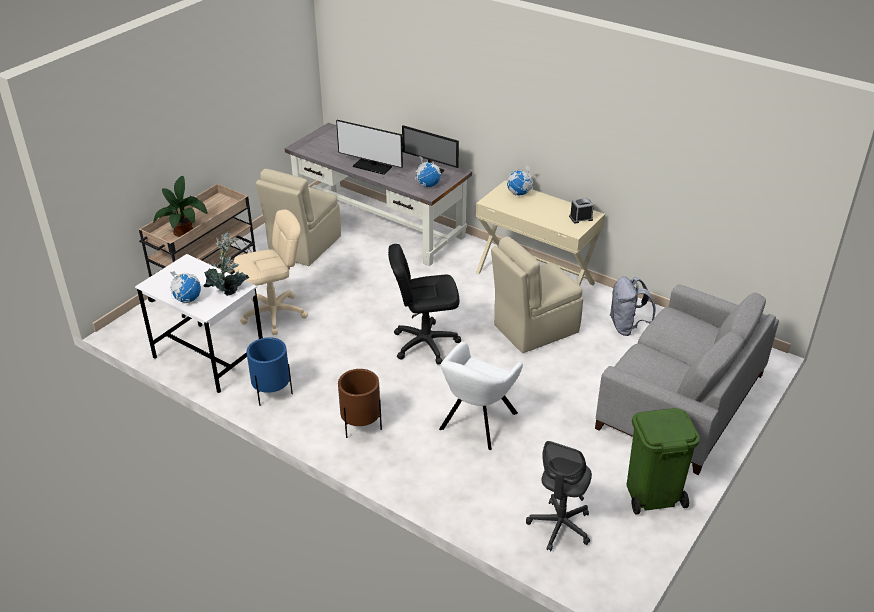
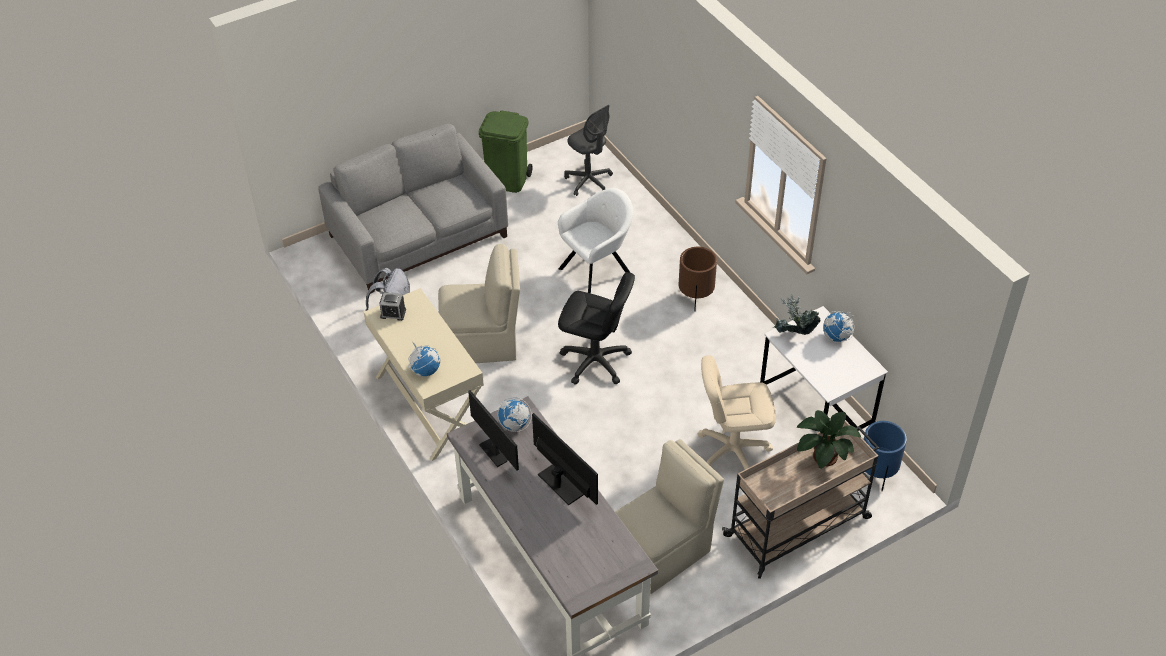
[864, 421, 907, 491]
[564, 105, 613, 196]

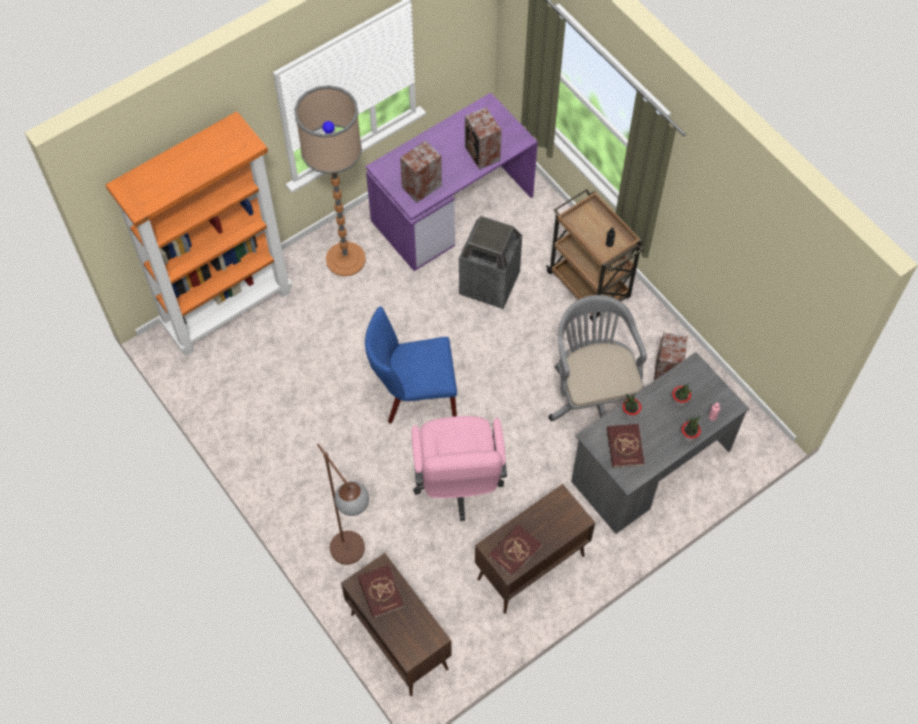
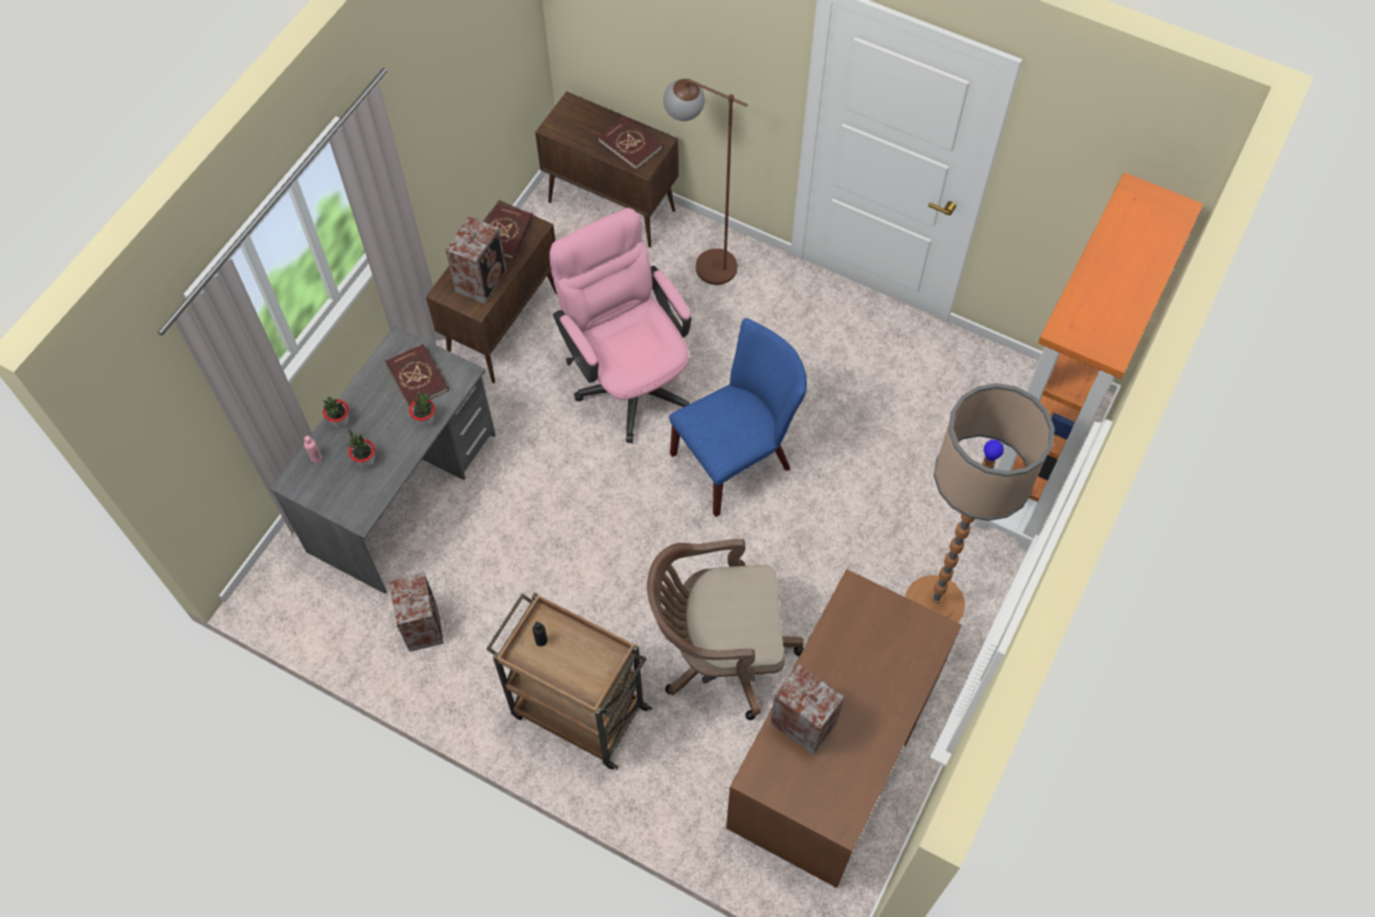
[549, 295, 647, 421] (first image)
[445, 216, 507, 304]
[647, 539, 803, 720]
[726, 569, 962, 888]

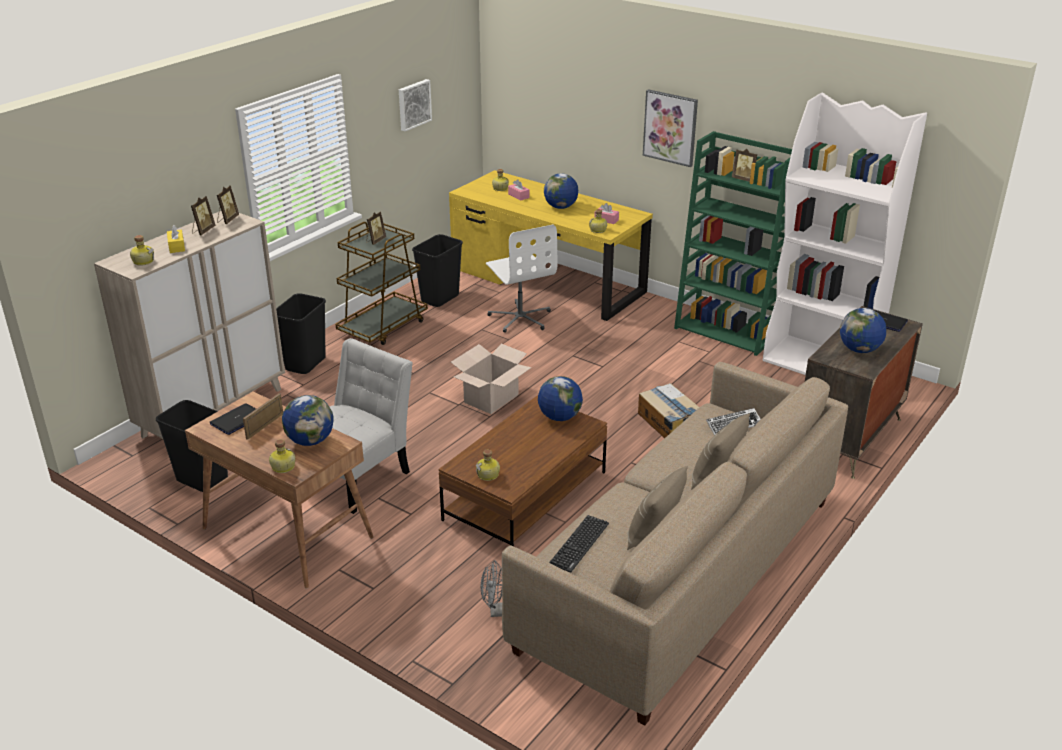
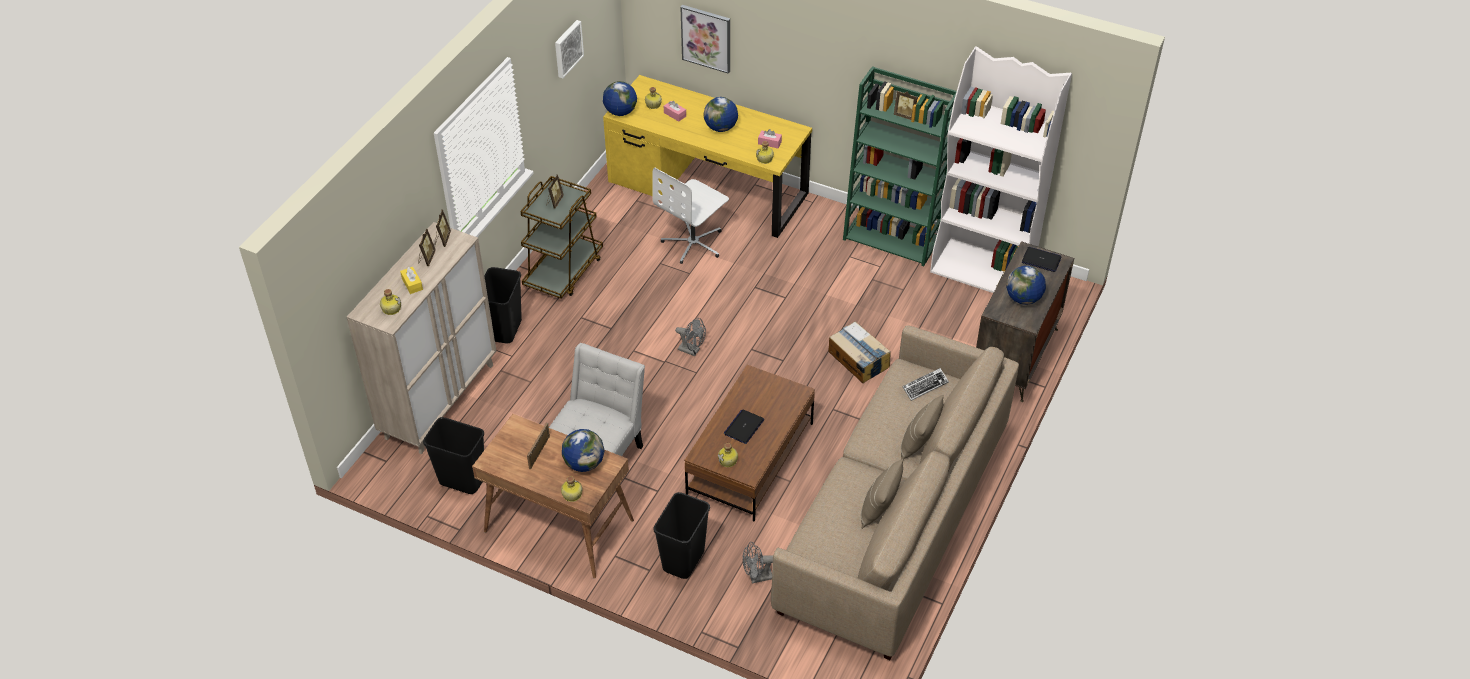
[549, 515, 609, 572] (first image)
[724, 410, 764, 444]
[653, 492, 710, 579]
[603, 81, 637, 116]
[680, 5, 730, 74]
[675, 318, 706, 356]
[652, 168, 729, 264]

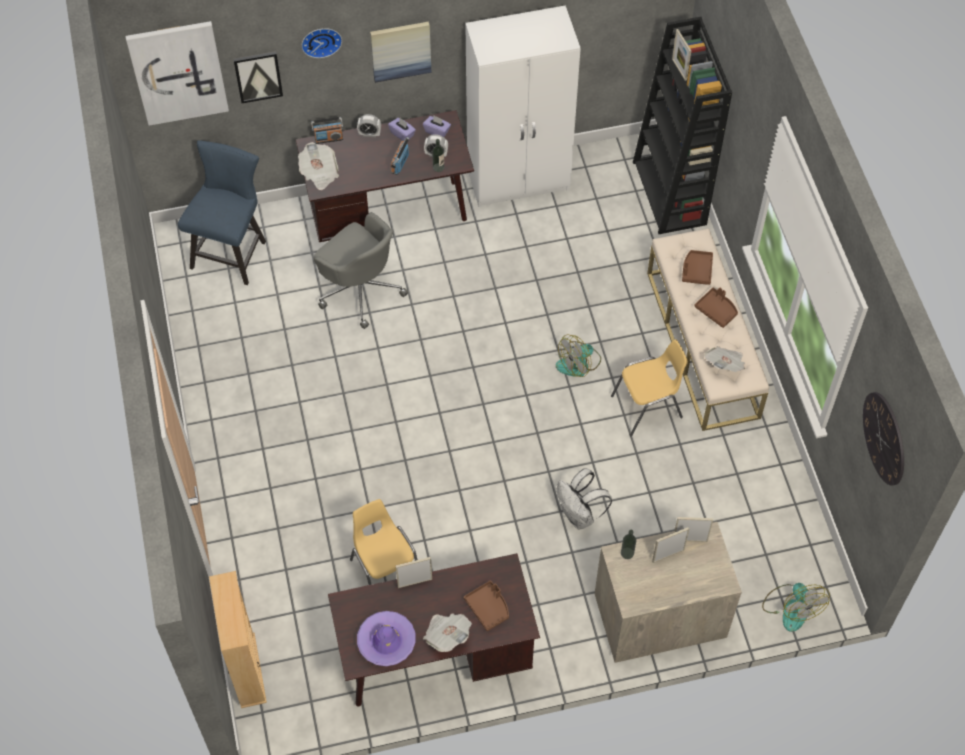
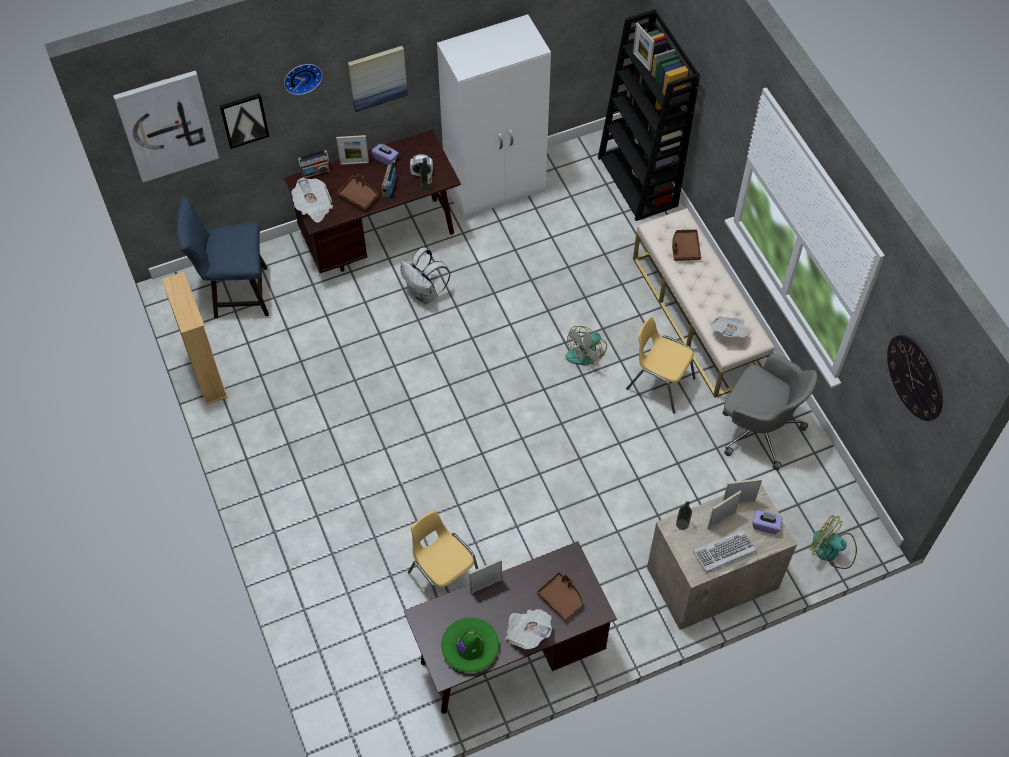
[693, 529, 757, 572]
[161, 272, 228, 405]
[723, 353, 817, 470]
[752, 510, 782, 534]
[400, 248, 450, 305]
[337, 174, 378, 210]
[336, 135, 369, 165]
[441, 617, 499, 672]
[177, 197, 269, 318]
[626, 316, 695, 414]
[810, 515, 857, 569]

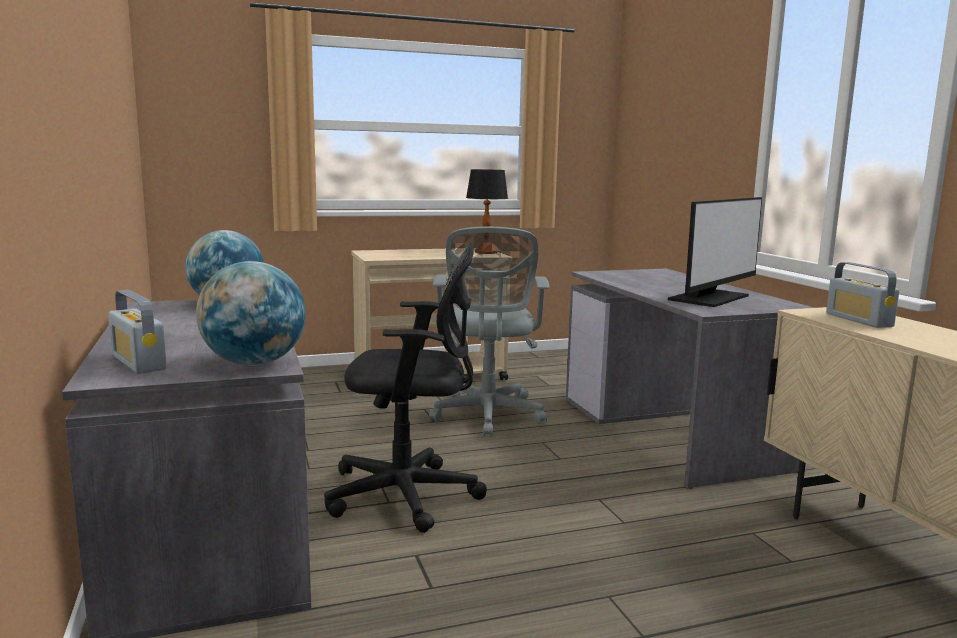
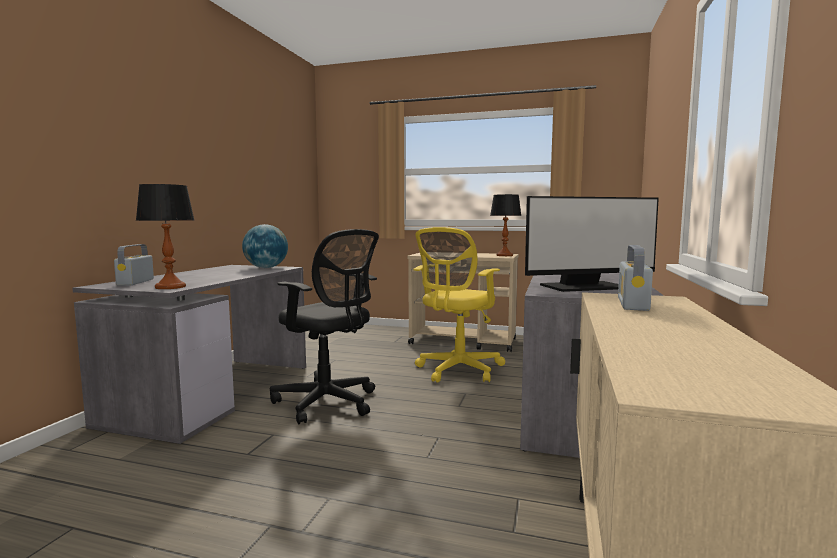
[136, 184, 194, 289]
[413, 227, 505, 383]

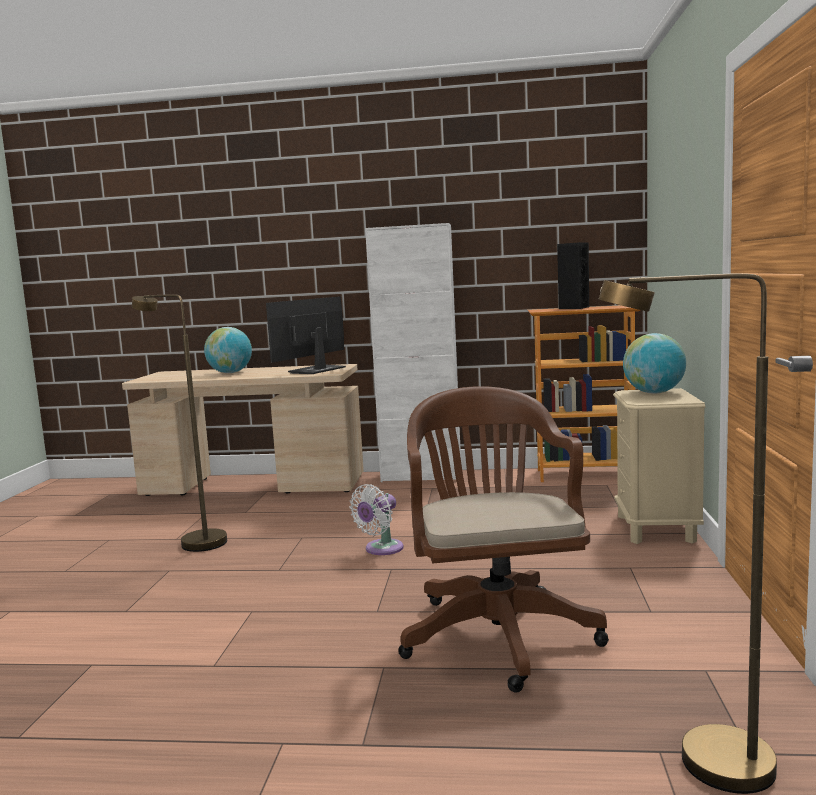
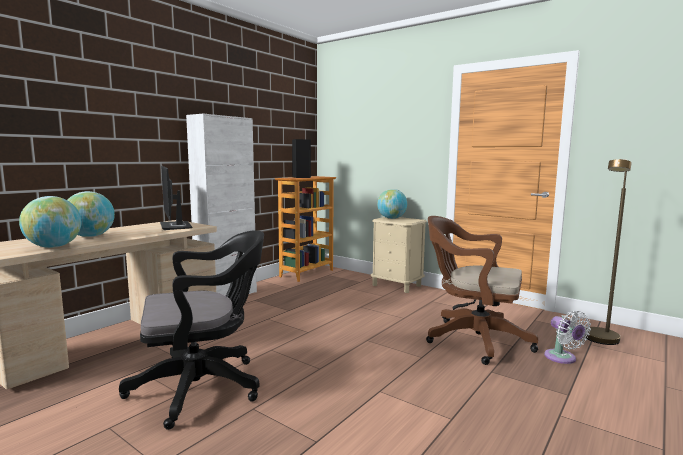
[19, 196, 81, 248]
[544, 311, 591, 364]
[119, 230, 264, 430]

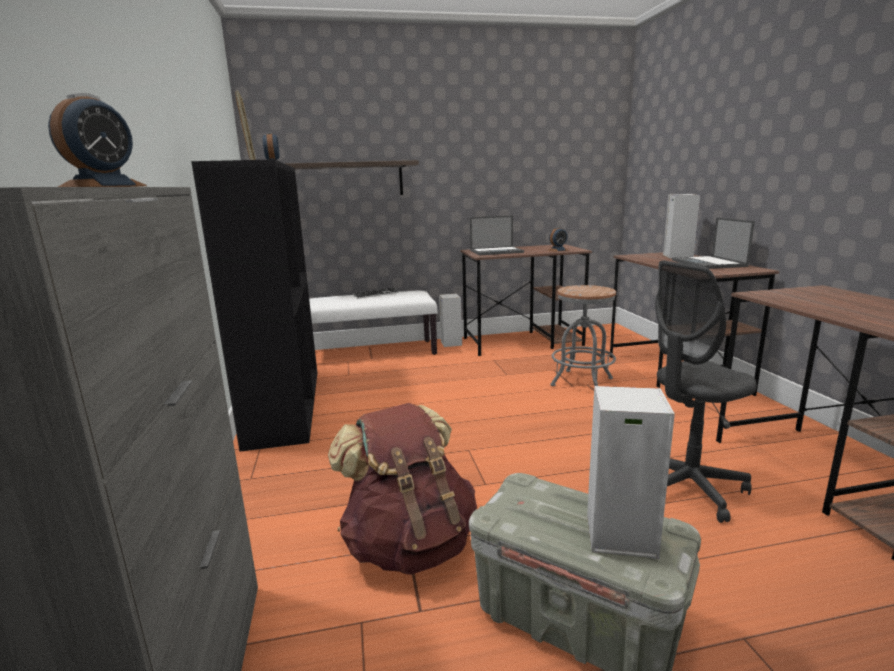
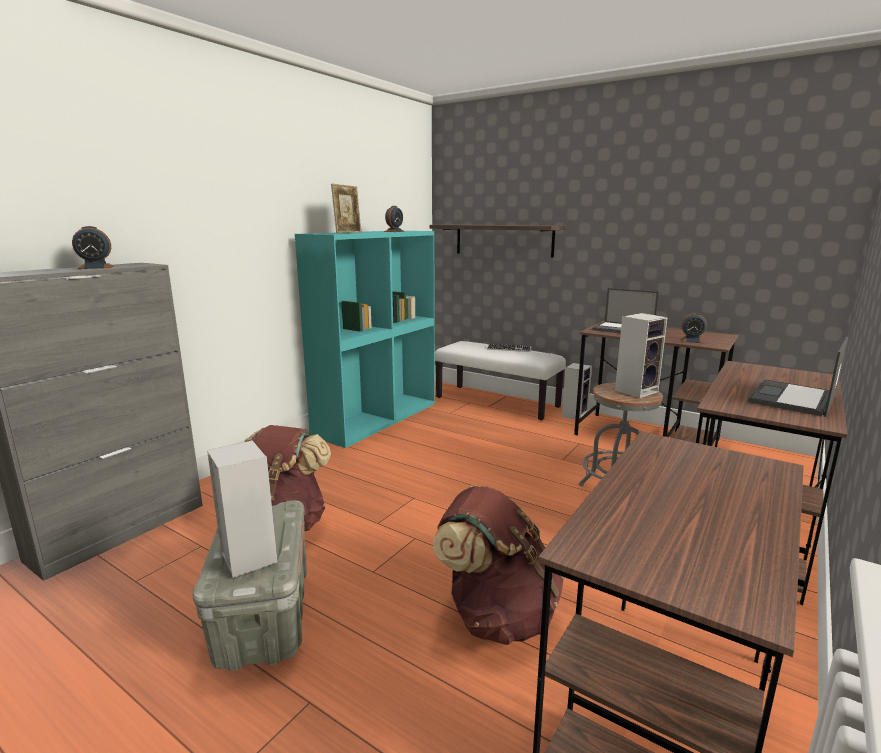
[615, 313, 667, 398]
[433, 485, 564, 645]
[295, 231, 435, 448]

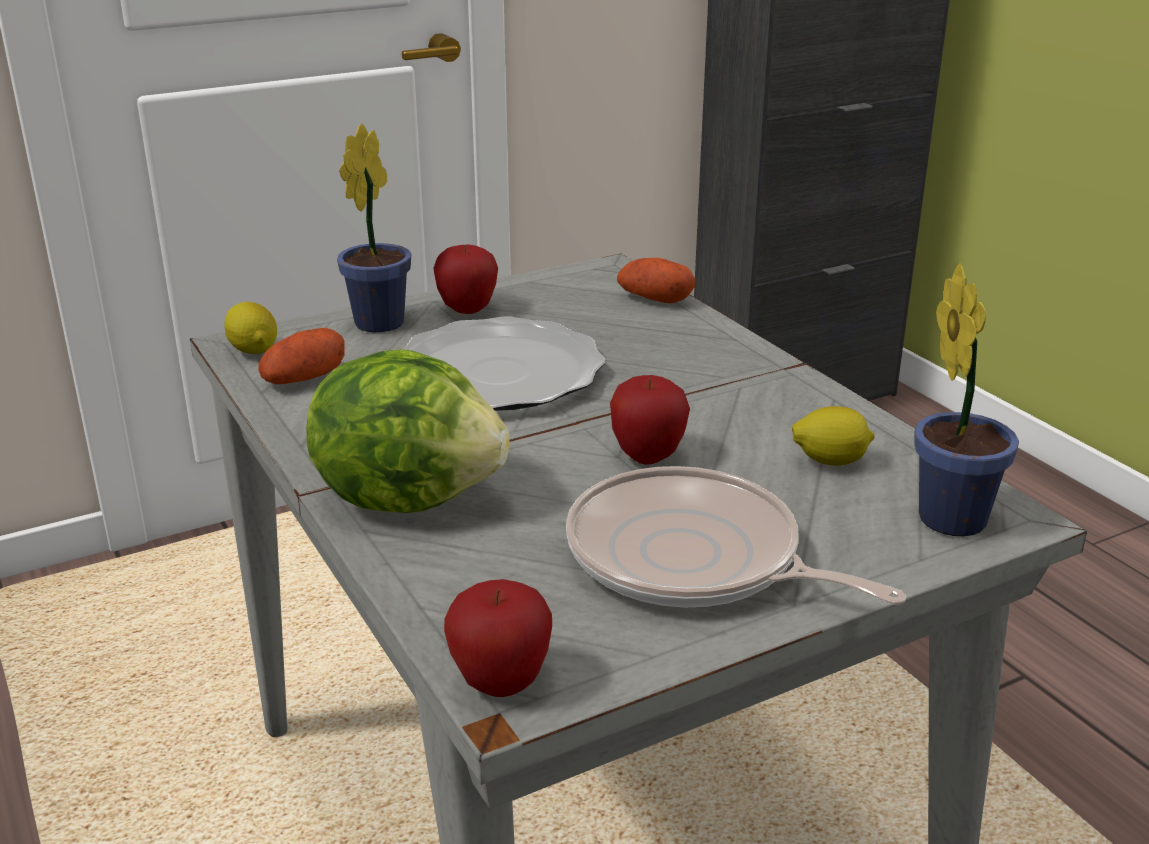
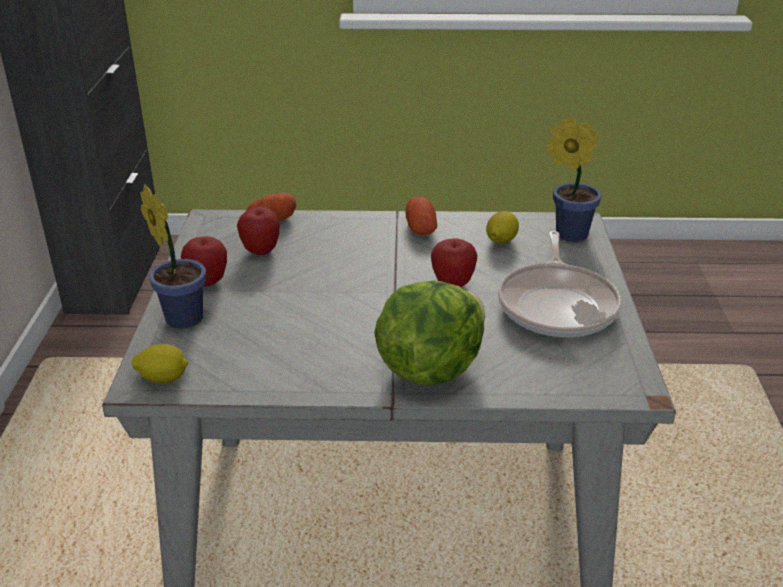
[403, 317, 605, 411] (first image)
[406, 197, 437, 235]
[237, 207, 280, 255]
[498, 231, 621, 337]

